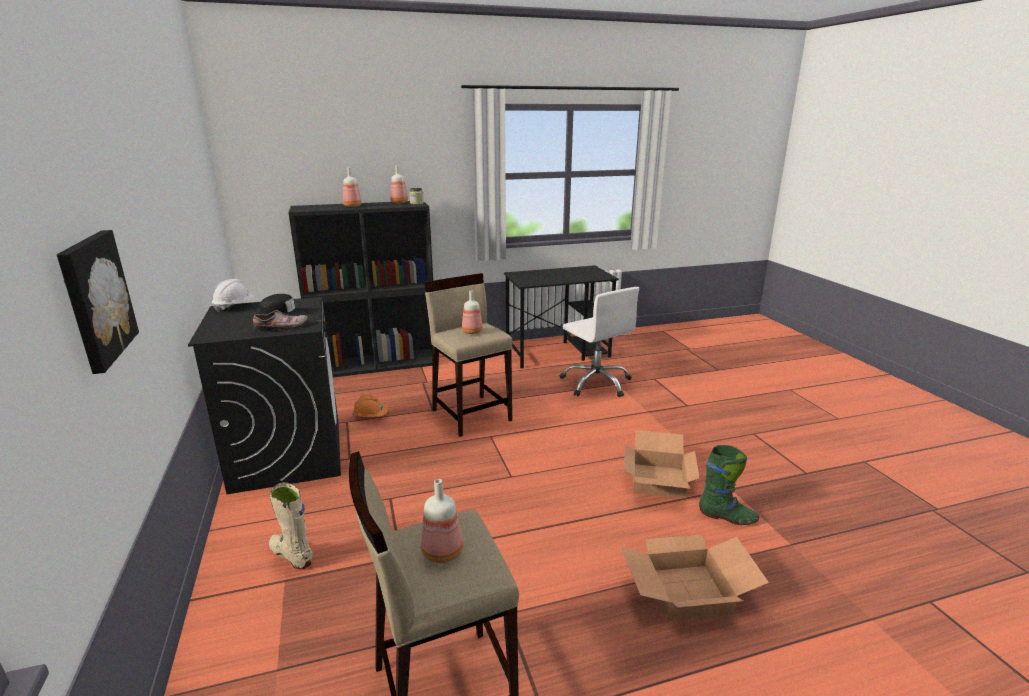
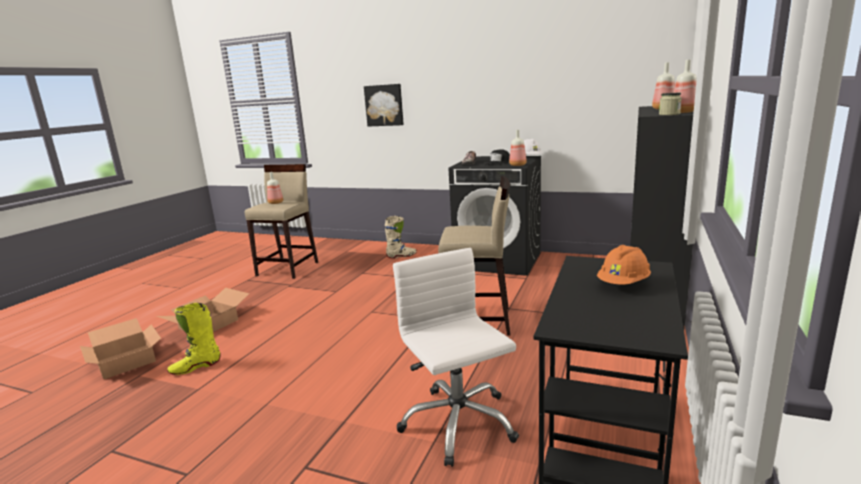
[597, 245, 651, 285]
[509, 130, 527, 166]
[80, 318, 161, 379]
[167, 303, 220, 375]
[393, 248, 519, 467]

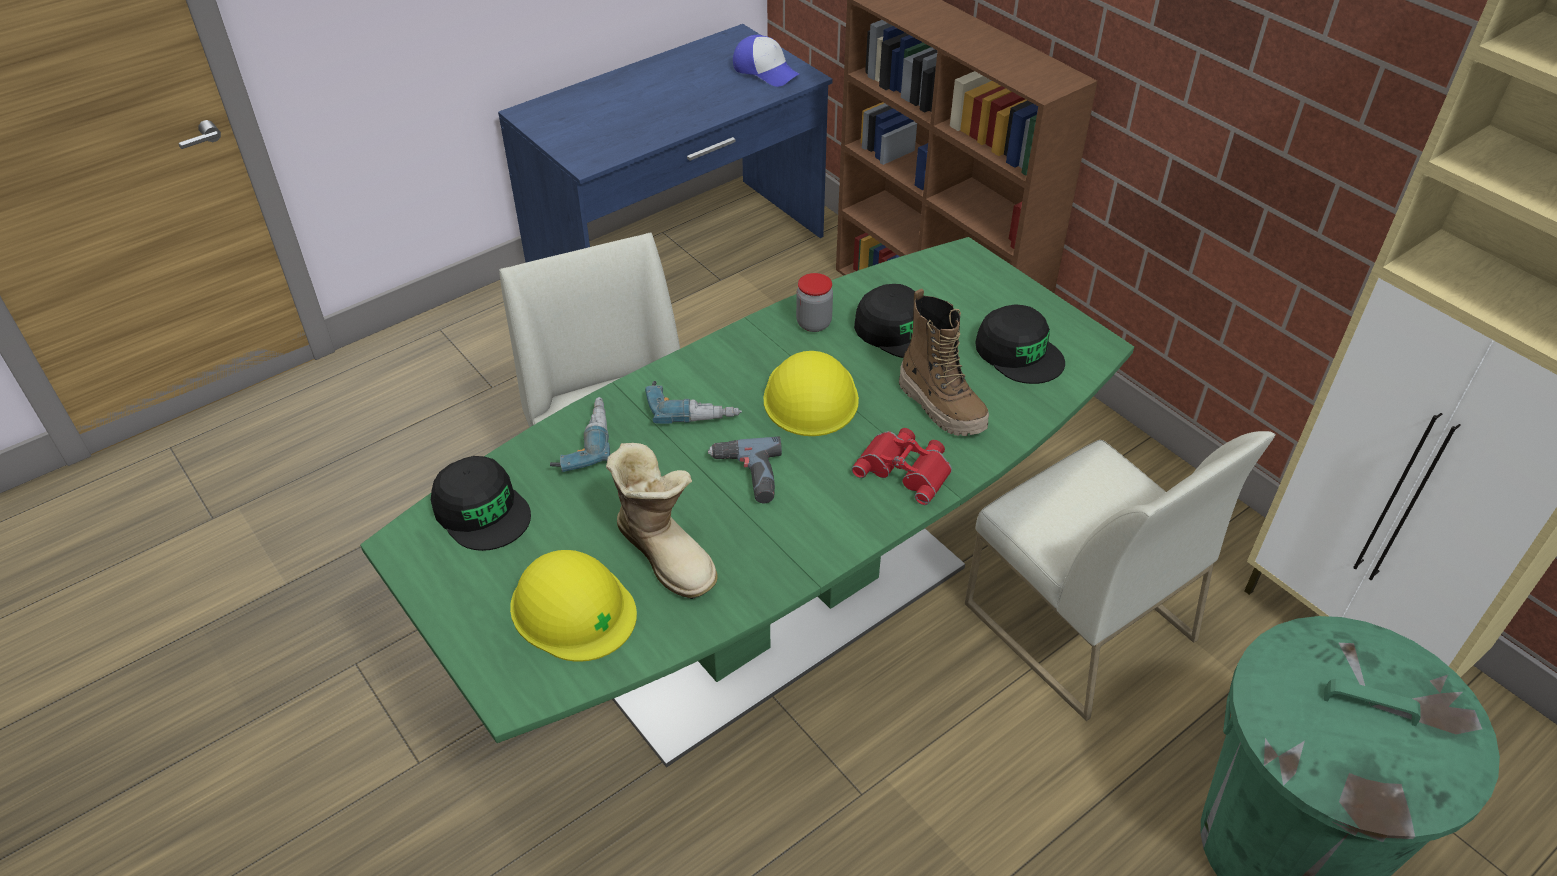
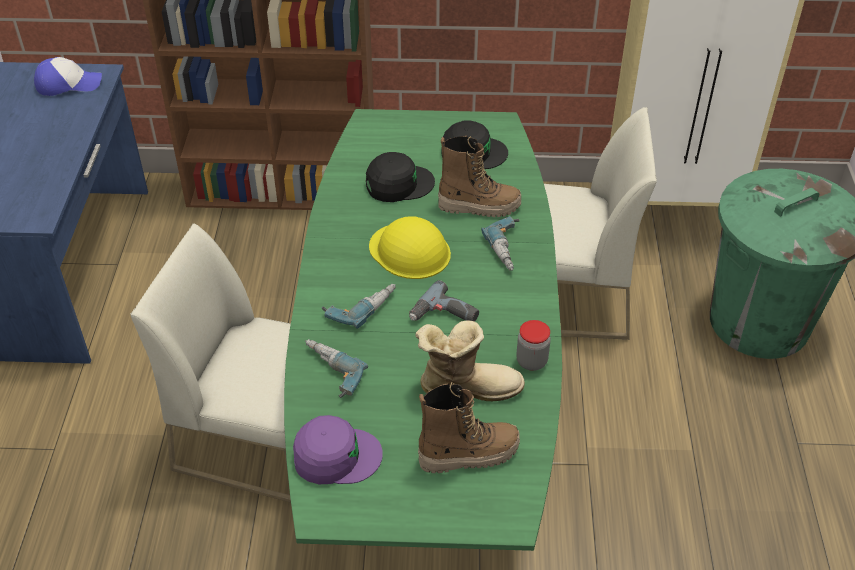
[516, 320, 551, 371]
[418, 382, 520, 473]
[481, 216, 519, 271]
[293, 415, 383, 484]

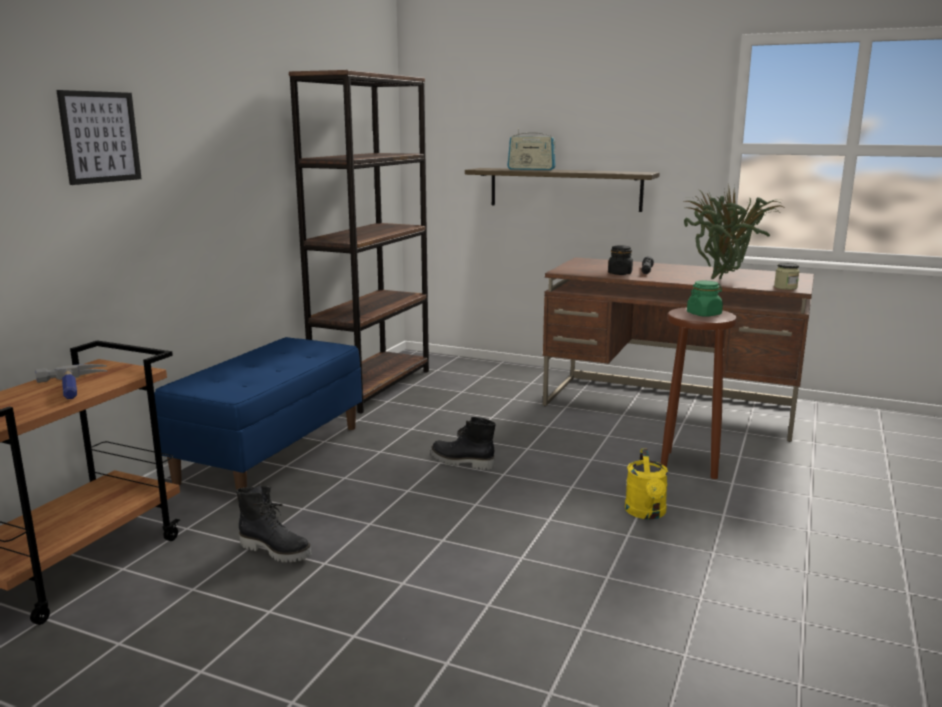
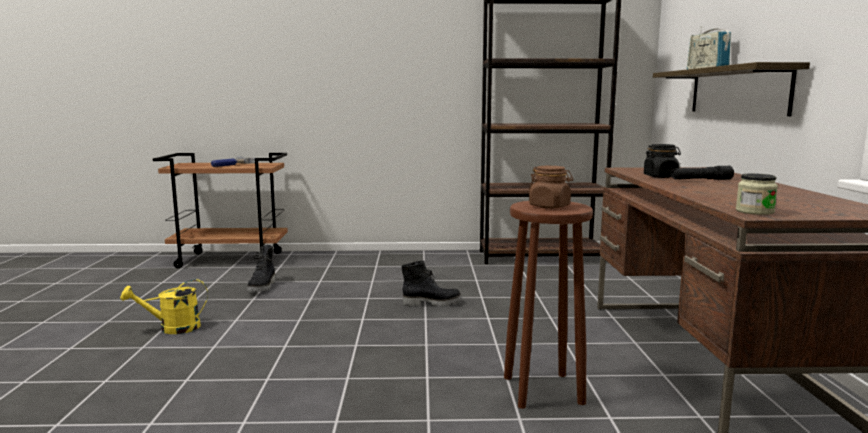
[56, 90, 142, 185] (first image)
[154, 337, 362, 498] (first image)
[684, 186, 786, 279] (first image)
[120, 279, 208, 334]
[529, 166, 573, 208]
[402, 260, 462, 307]

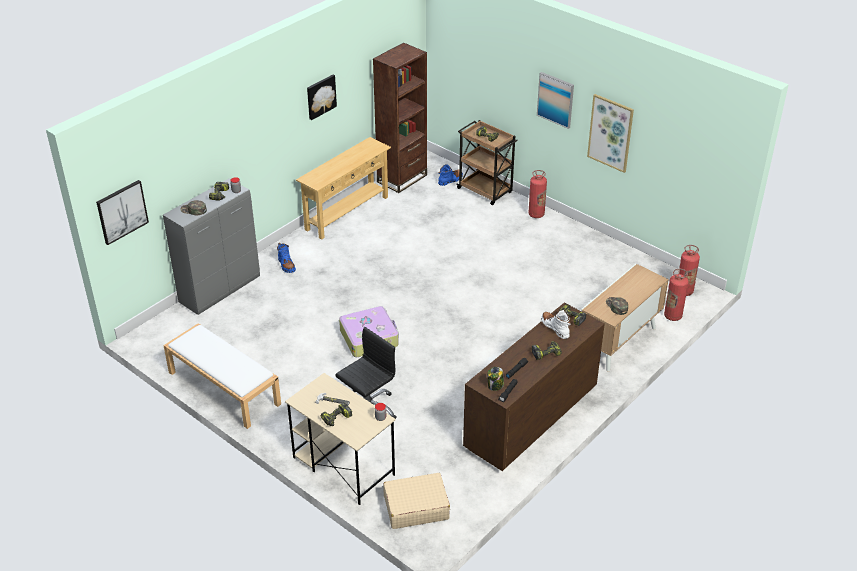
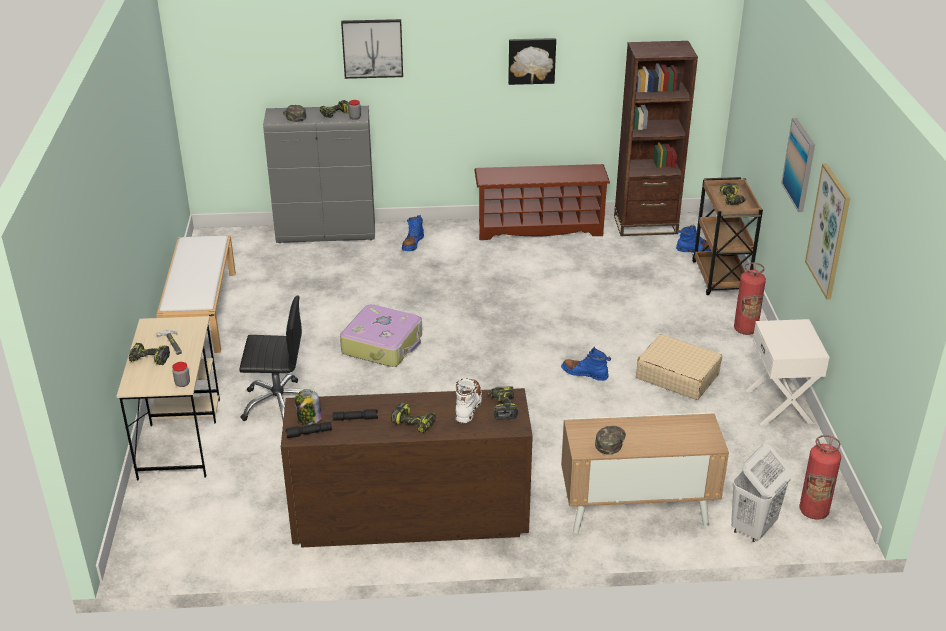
[561, 347, 611, 381]
[746, 319, 830, 426]
[341, 19, 403, 79]
[636, 334, 722, 400]
[474, 164, 610, 240]
[731, 444, 791, 542]

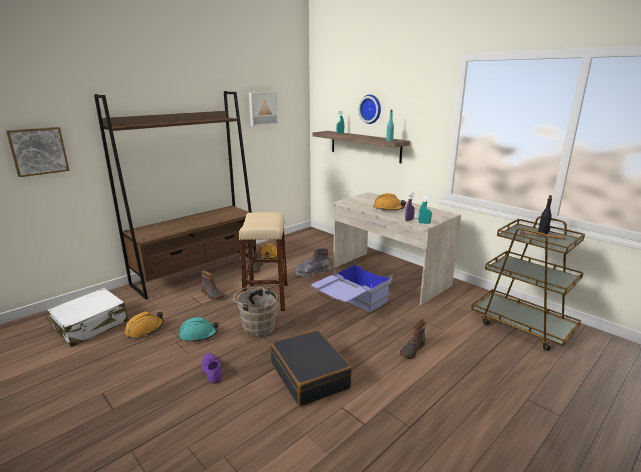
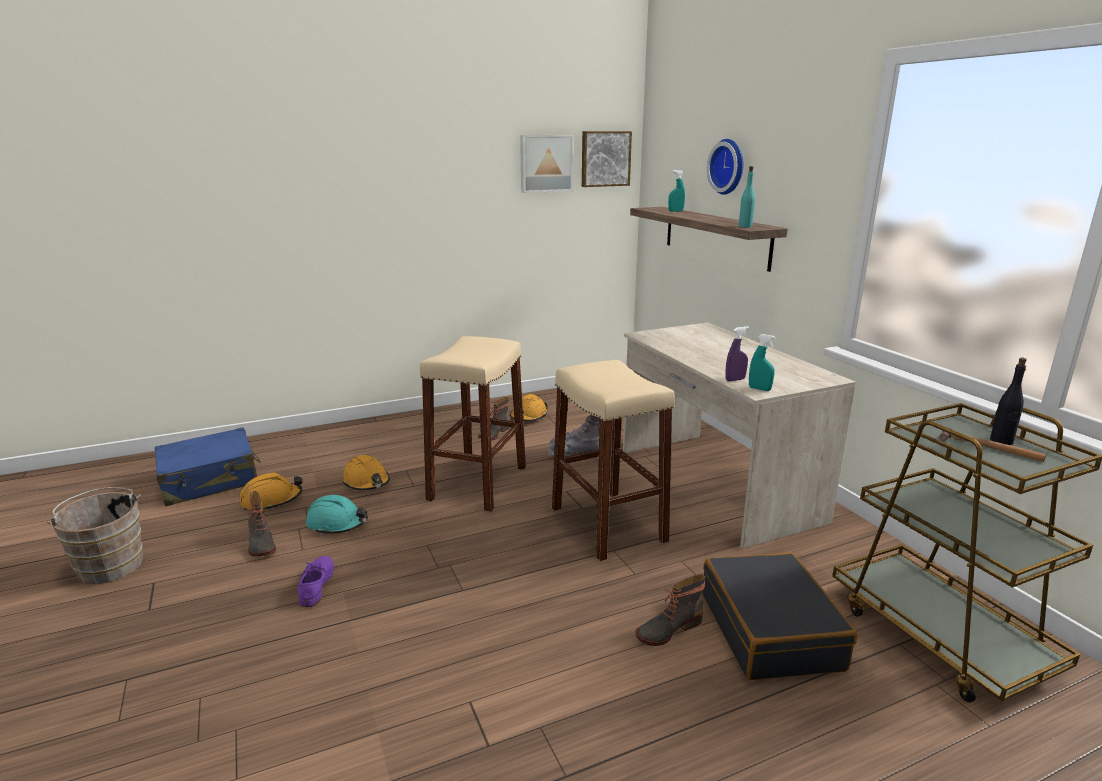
[94, 91, 256, 300] (first image)
[582, 131, 632, 187]
[248, 491, 276, 556]
[47, 487, 143, 584]
[702, 552, 857, 680]
[343, 455, 390, 490]
[552, 360, 675, 561]
[155, 427, 261, 507]

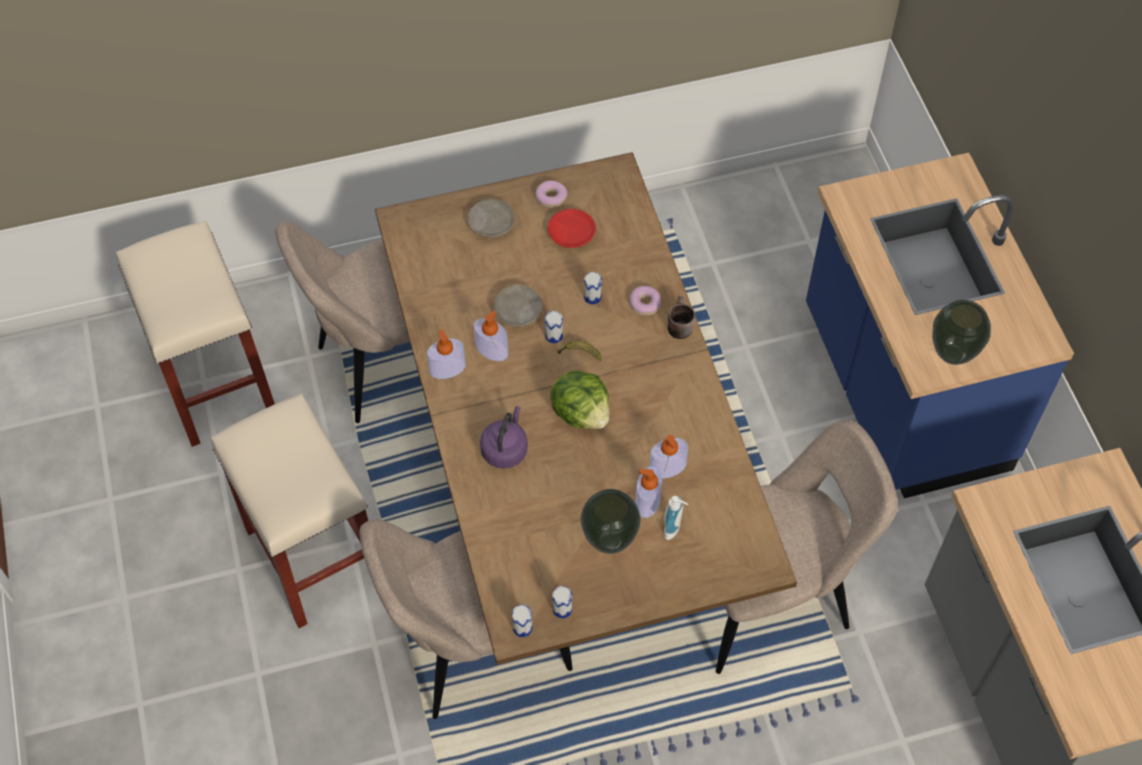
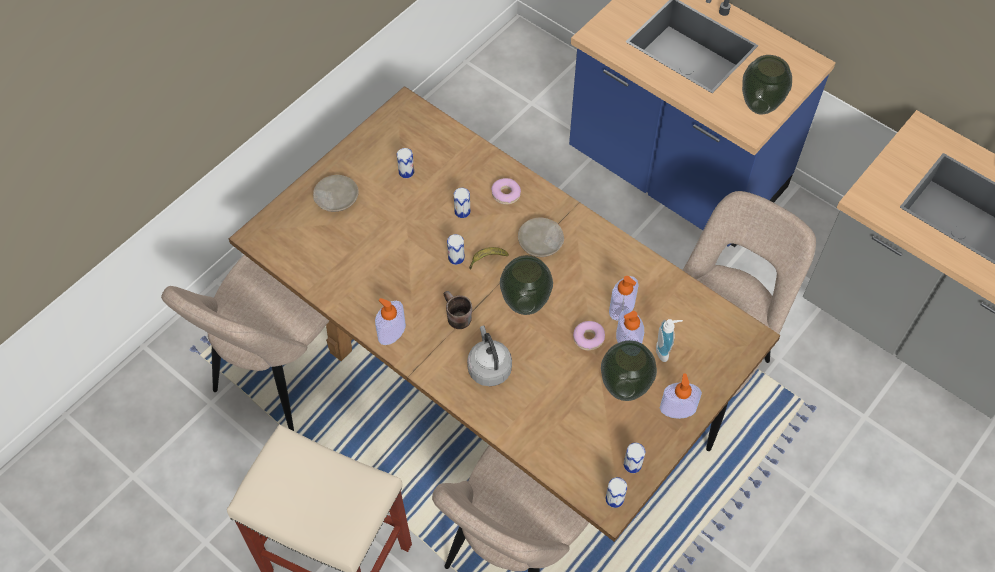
[116, 221, 275, 447] (first image)
[660, 374, 702, 419]
[518, 217, 564, 257]
[573, 321, 605, 350]
[444, 291, 472, 329]
[397, 148, 414, 178]
[500, 255, 553, 315]
[467, 325, 512, 386]

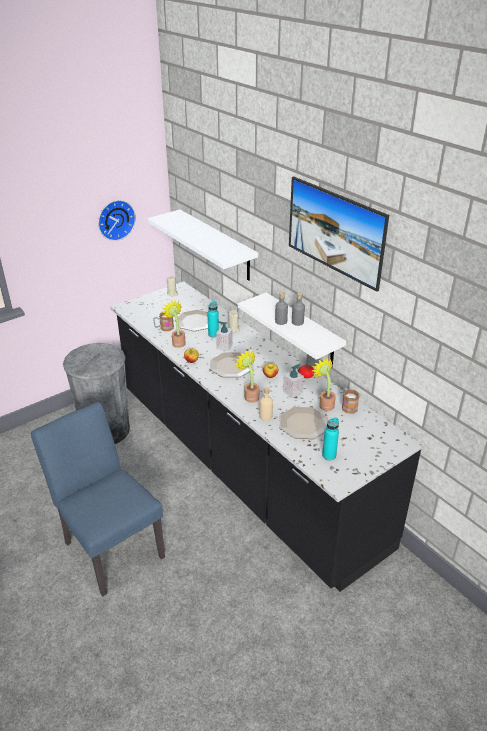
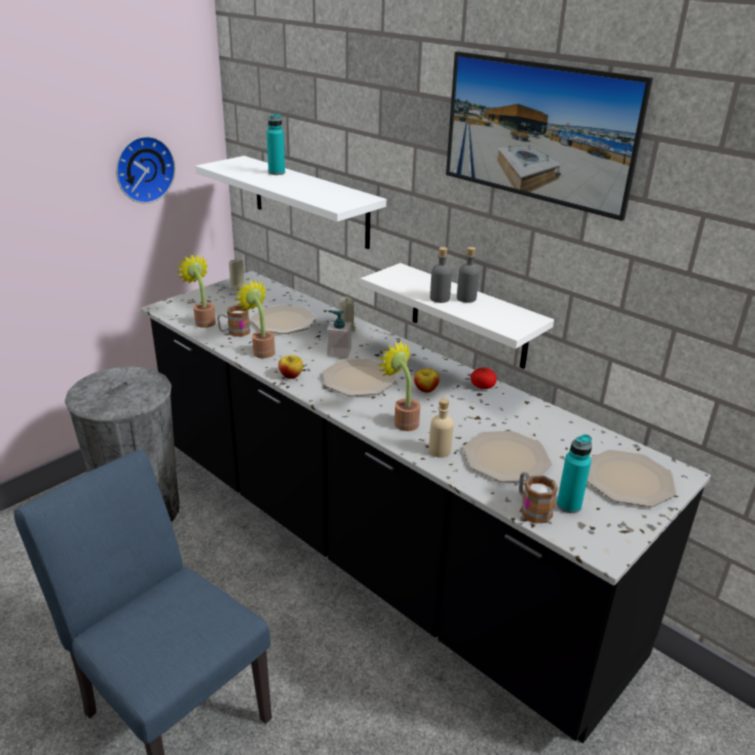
[283, 364, 304, 398] (first image)
[587, 450, 677, 507]
[267, 114, 285, 175]
[177, 254, 216, 328]
[519, 472, 558, 523]

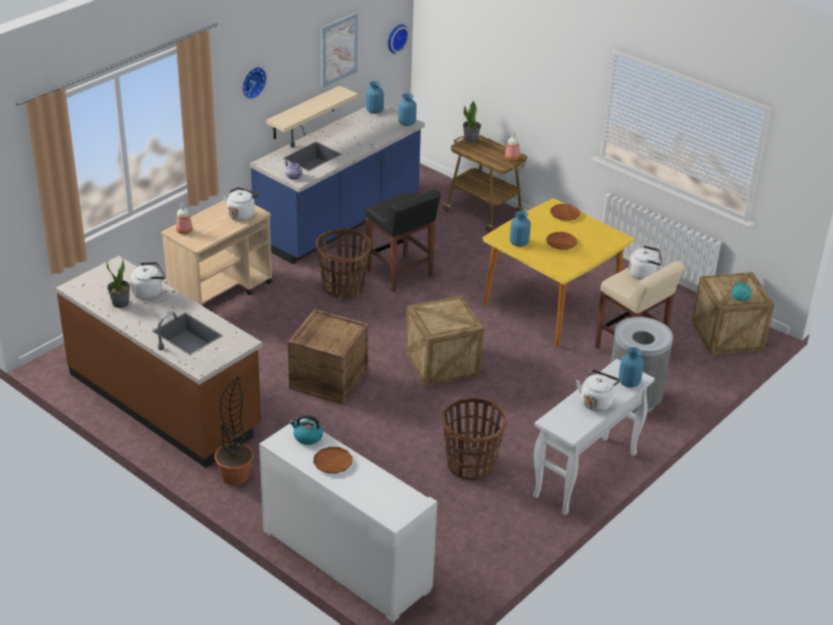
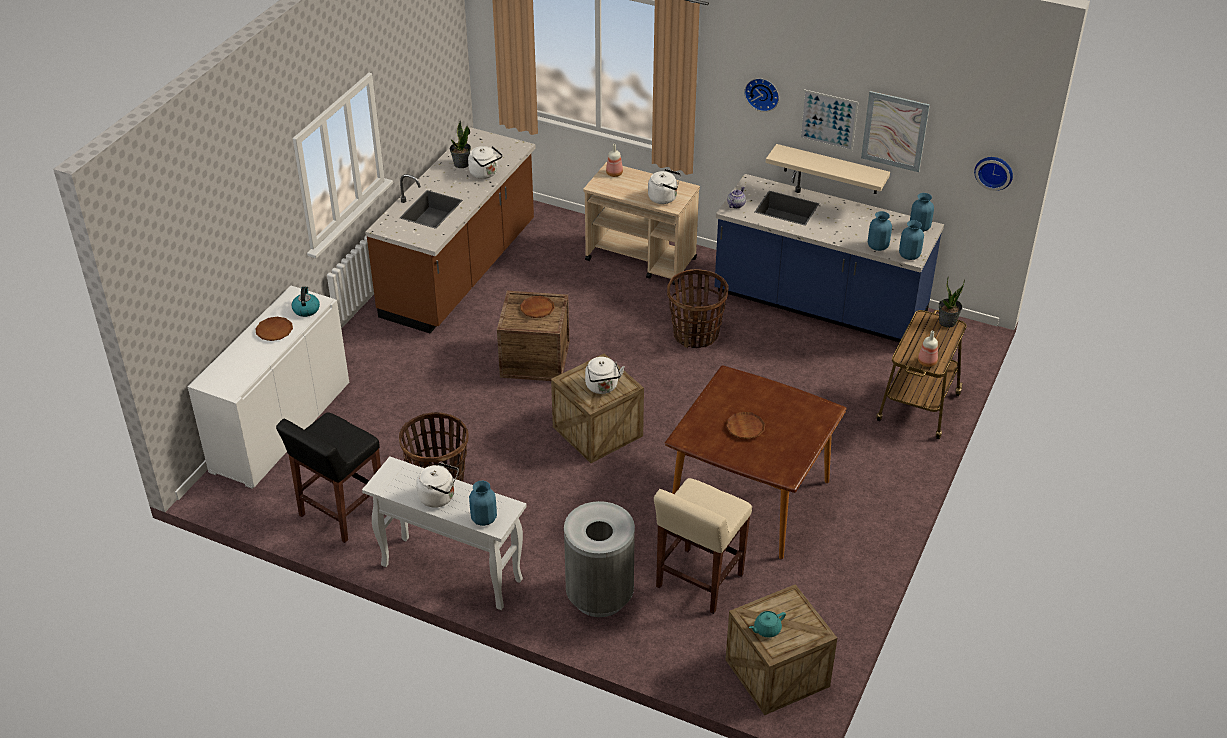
[215, 376, 254, 485] (first image)
[799, 89, 858, 151]
[276, 412, 381, 543]
[868, 211, 892, 251]
[520, 296, 555, 318]
[585, 357, 625, 394]
[665, 365, 847, 559]

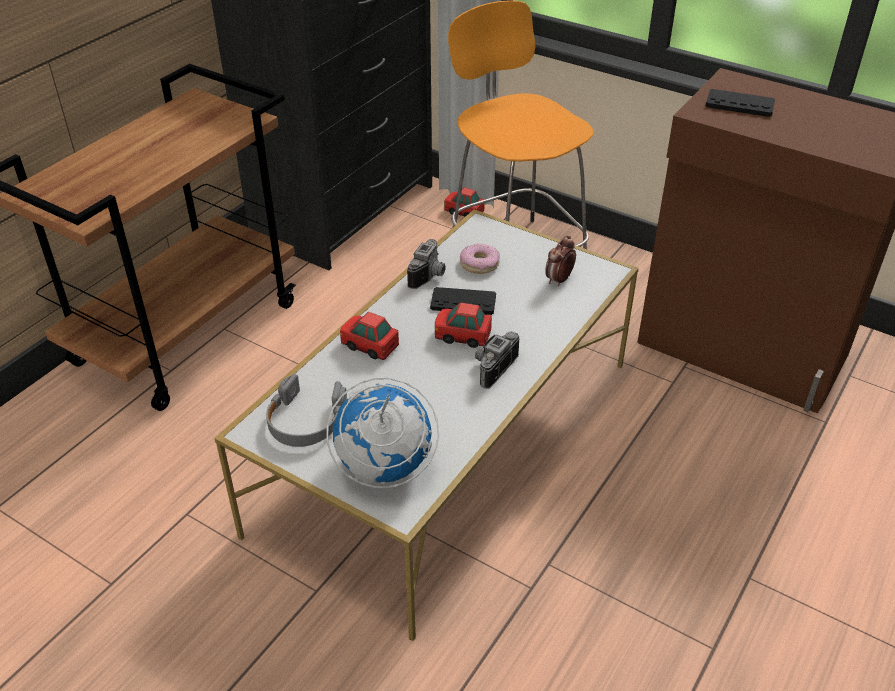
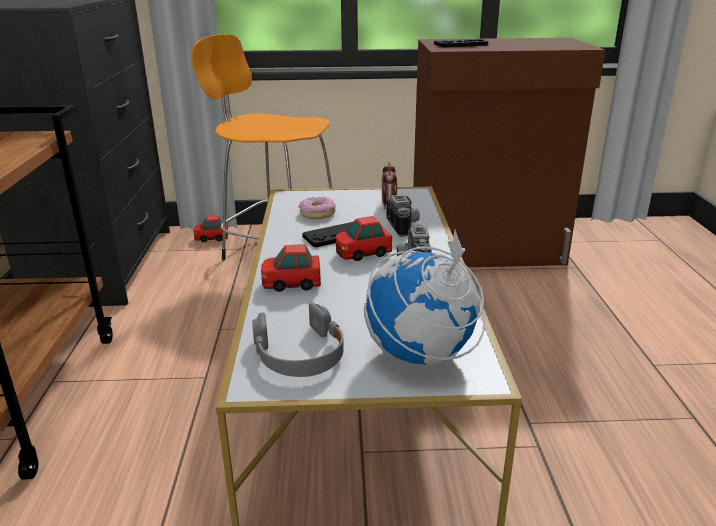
[386, 195, 420, 237]

